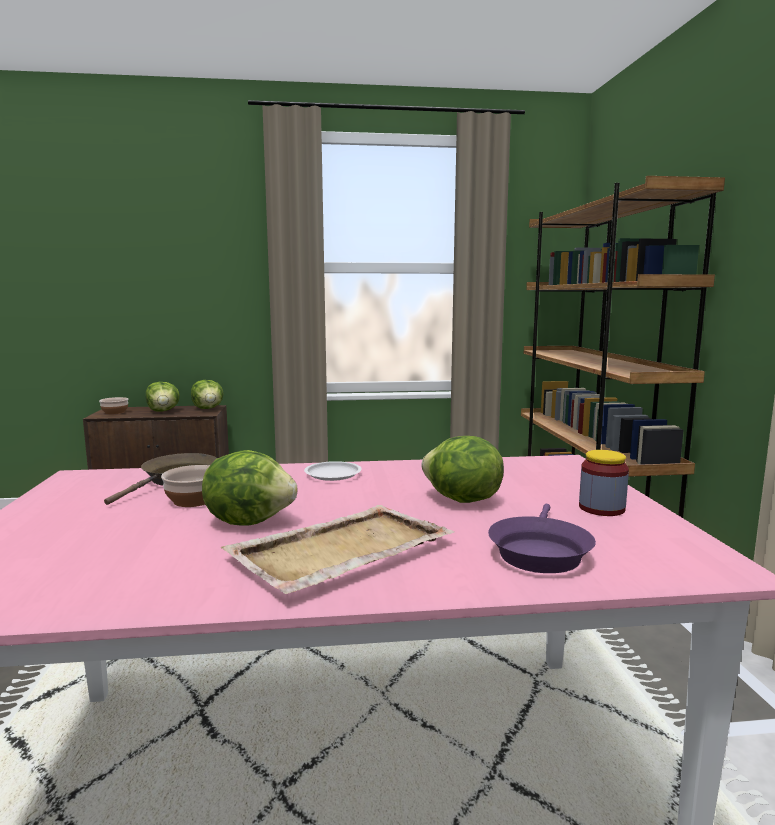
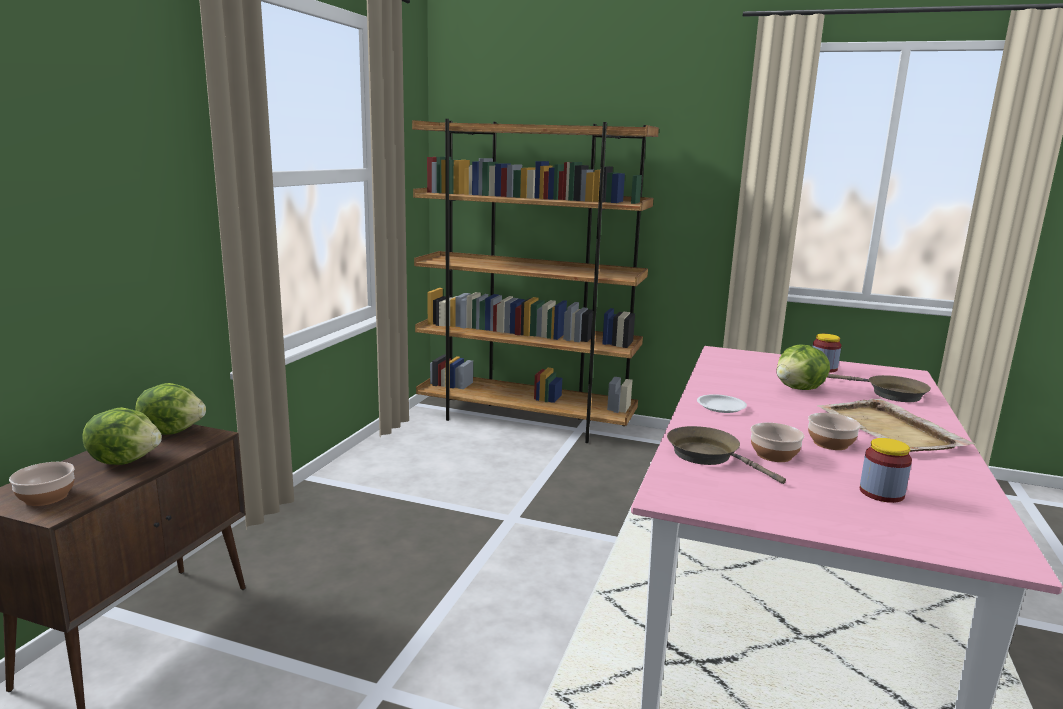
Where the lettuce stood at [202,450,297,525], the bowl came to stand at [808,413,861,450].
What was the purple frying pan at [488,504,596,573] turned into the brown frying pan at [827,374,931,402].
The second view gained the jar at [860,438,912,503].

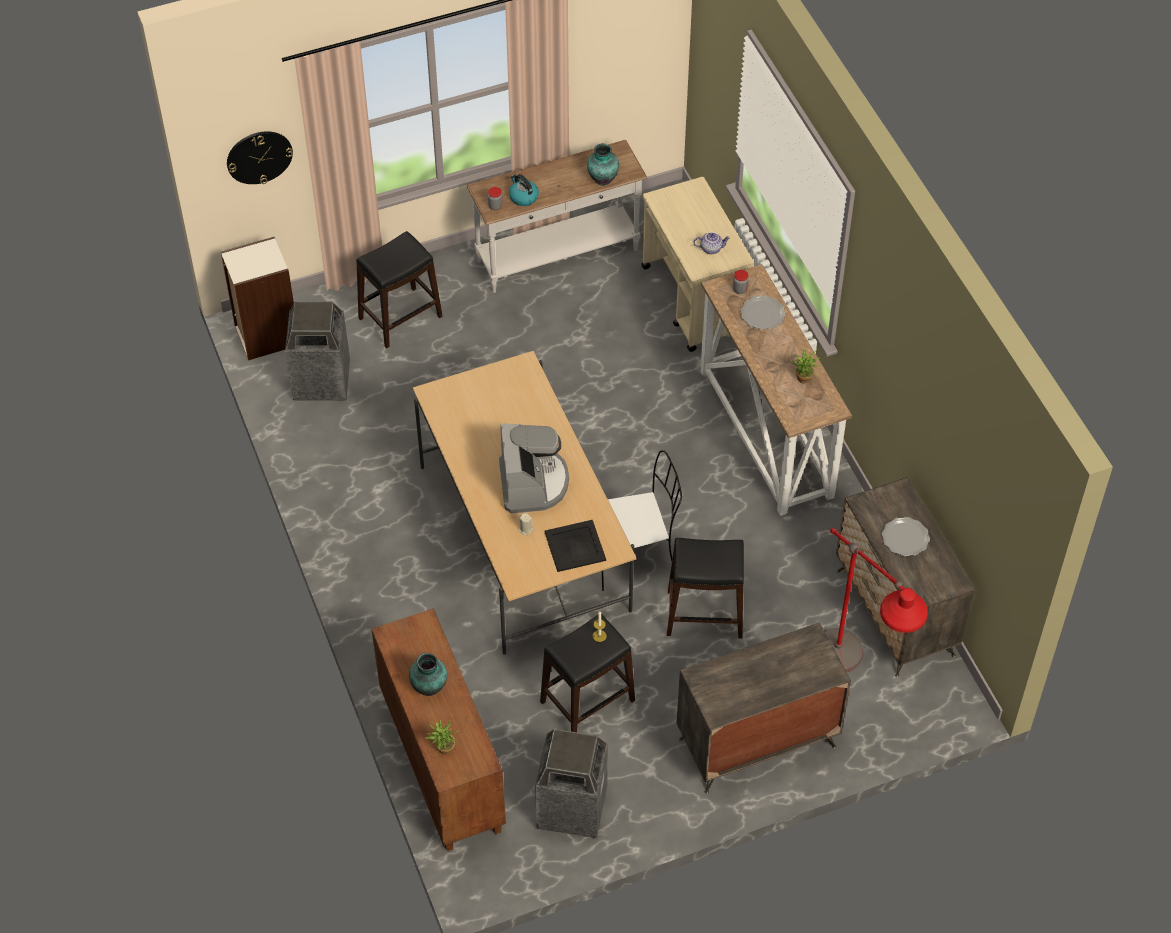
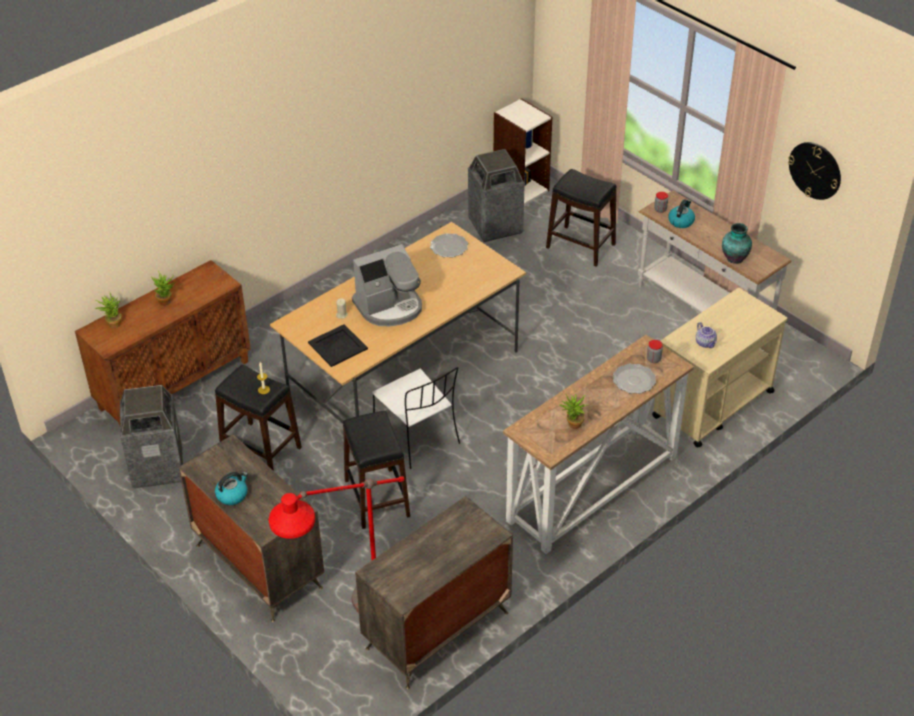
Where the vase stood at [409,653,447,696], the potted plant came to stand at [151,271,175,306].
The second view gained the kettle at [215,472,248,505].
The plate ended up elsewhere, having gone from [882,517,930,556] to [430,233,468,257].
The wall clock ended up elsewhere, having gone from [227,132,293,184] to [788,142,841,200].

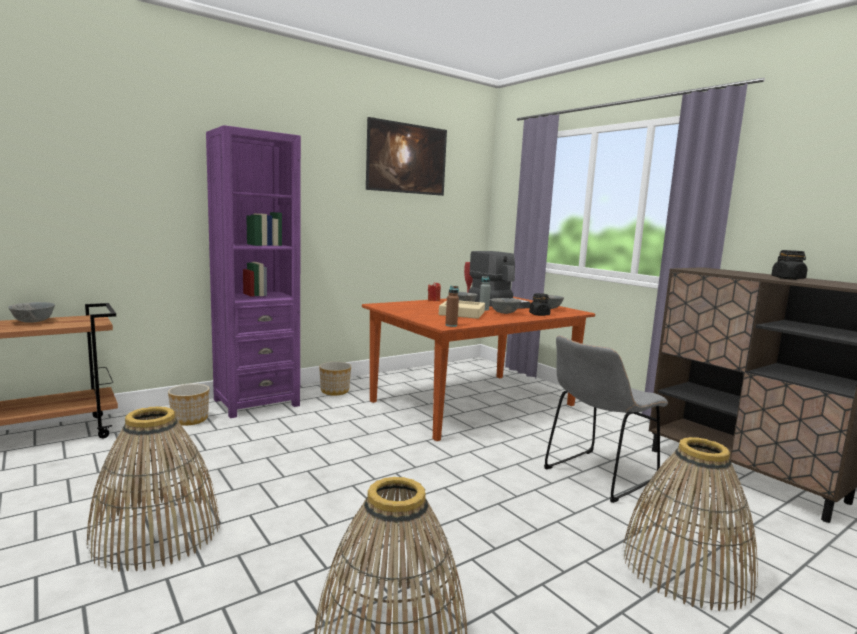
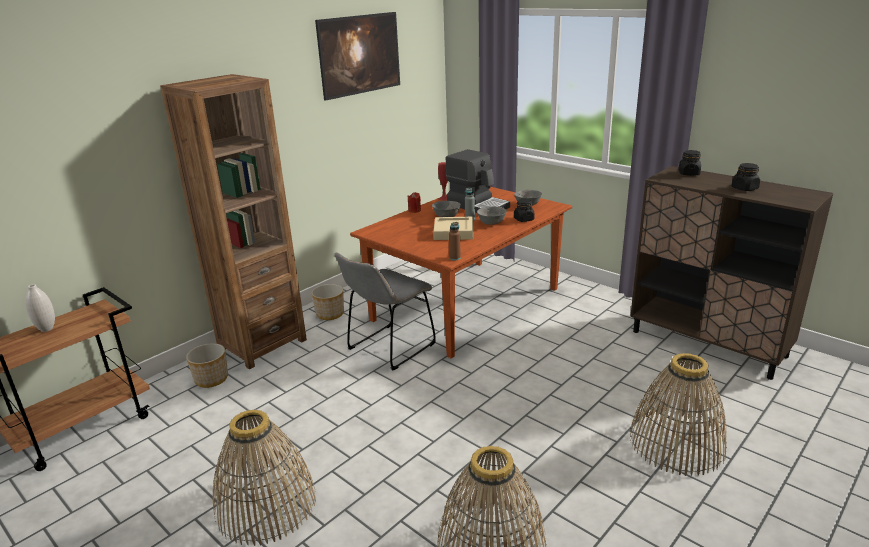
Where the grey bowl stood at [8,302,55,323], the white vase came to stand at [25,284,55,332].
What was the purple bookcase at [206,125,301,418] turned into the brown bookcase at [160,74,307,369].
The grey chair ended up elsewhere, having gone from [544,336,668,503] to [335,252,436,370].
The second view gained the black jar at [679,150,701,176].

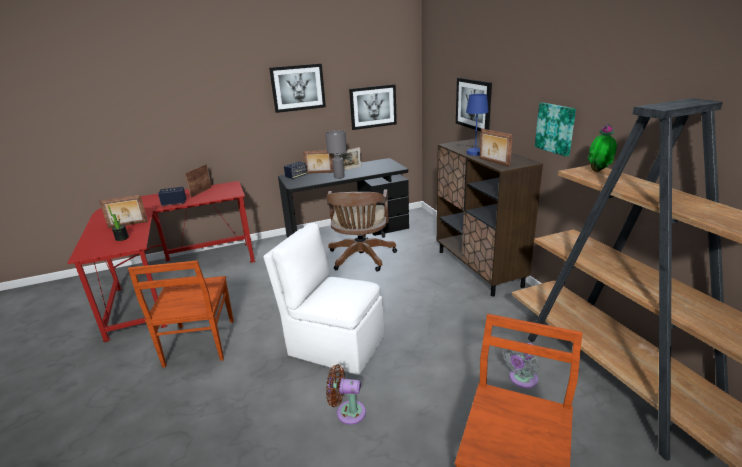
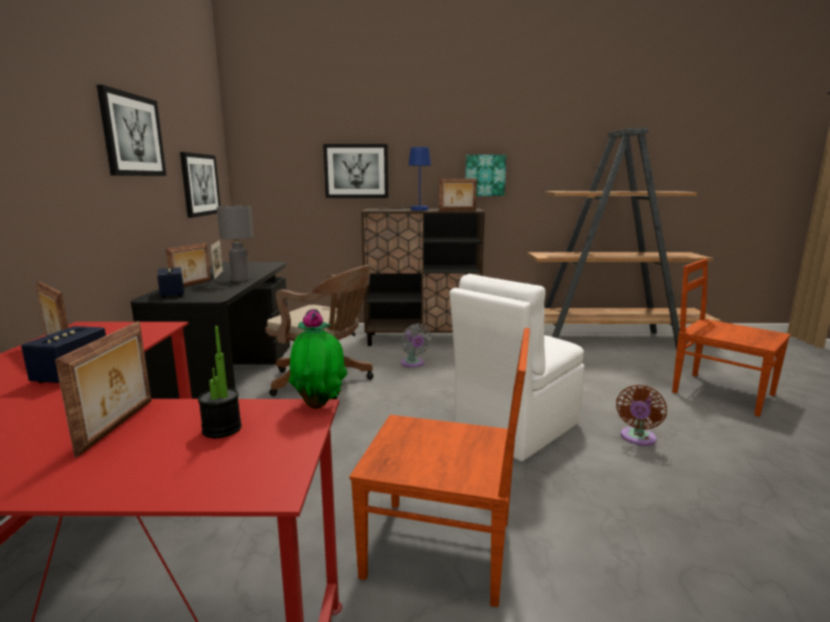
The potted plant ended up elsewhere, having gone from [588,124,617,172] to [289,309,348,409].
The grey fan ended up elsewhere, having gone from [502,341,539,388] to [401,324,432,367].

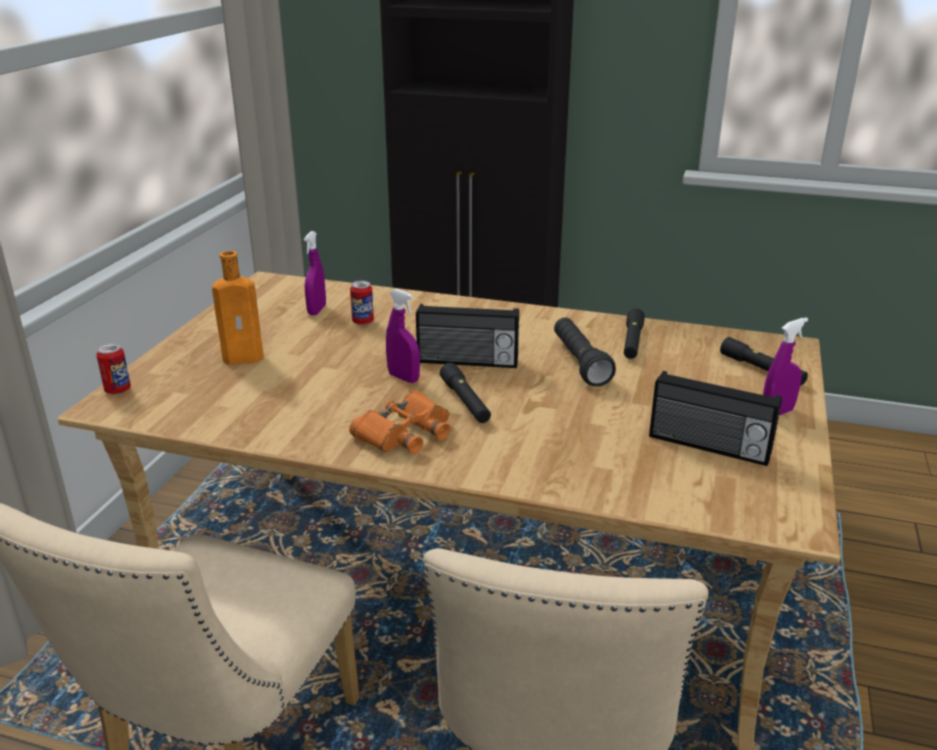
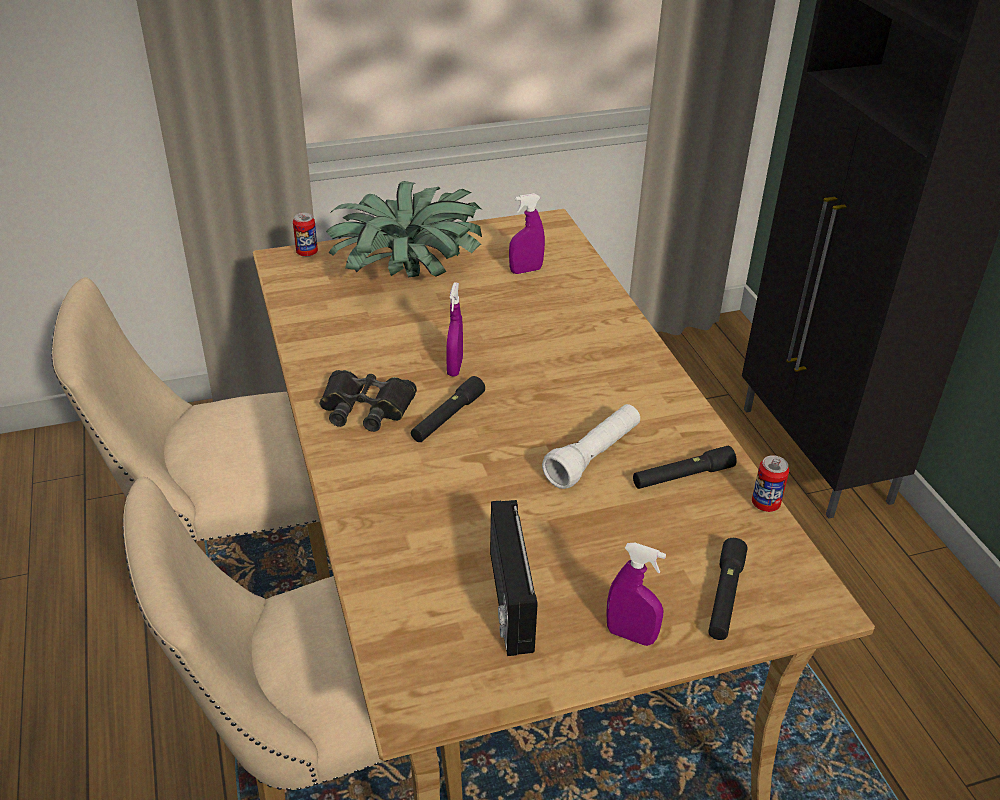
What was the orange binoculars at [349,391,451,454] turned into the black binoculars at [319,370,417,432].
Where the orange bottle stood at [212,251,263,365], the potted plant came to stand at [326,181,482,278].
What was the black flashlight at [554,318,616,386] turned into the white flashlight at [542,404,640,489].
The can ended up elsewhere, having gone from [350,281,374,325] to [752,455,789,512].
The second view lost the radio at [416,304,519,368].

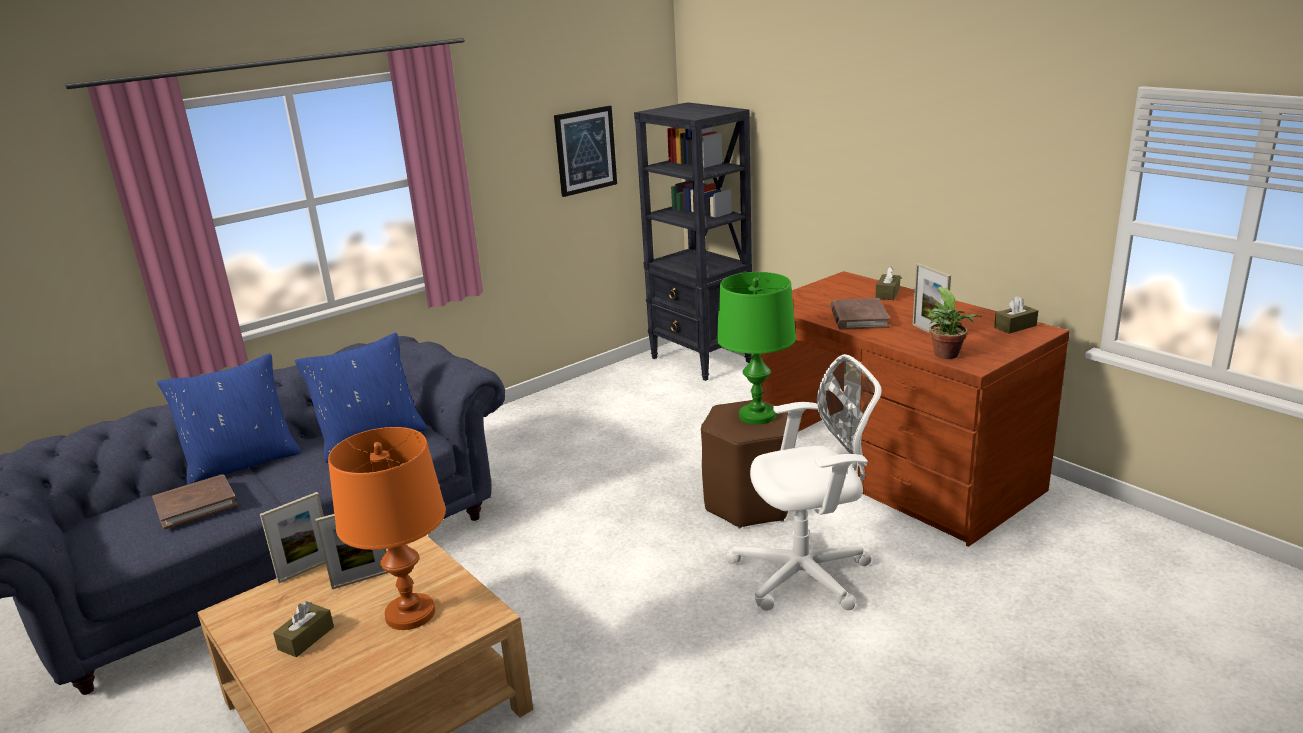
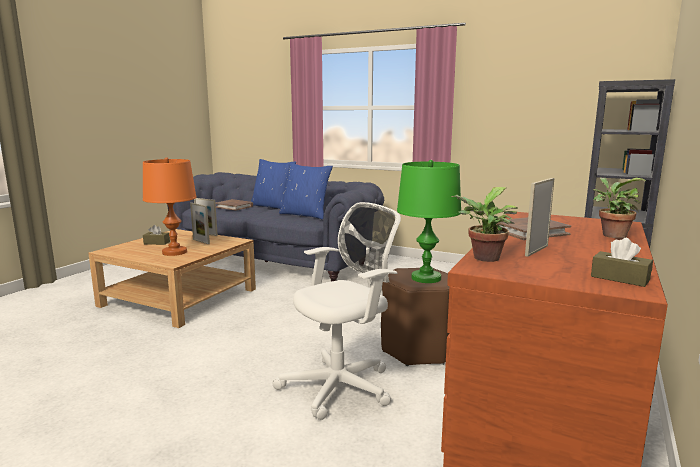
The white office chair at [725,354,882,611] ended up facing another way, 90 degrees counterclockwise from before.
Where the brown tissue box stood at [875,266,900,300], the potted plant came to stand at [593,178,646,238].
The second view lost the picture at [554,105,617,197].

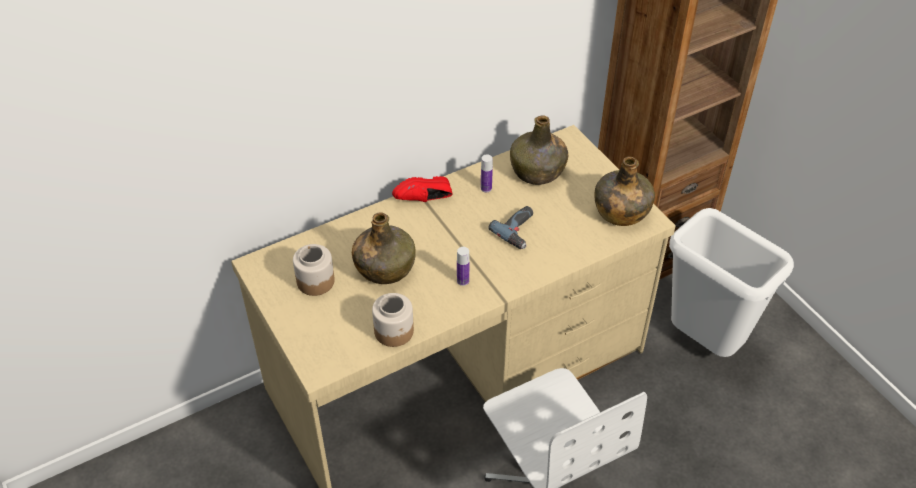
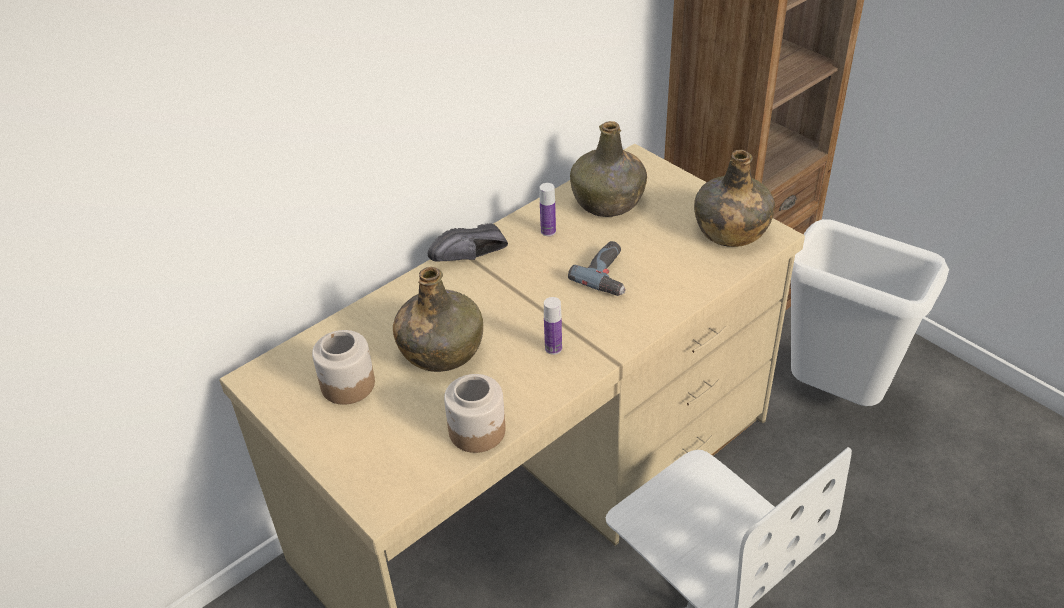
What was the red shoe at [392,176,453,202] turned into the black shoe at [427,223,508,262].

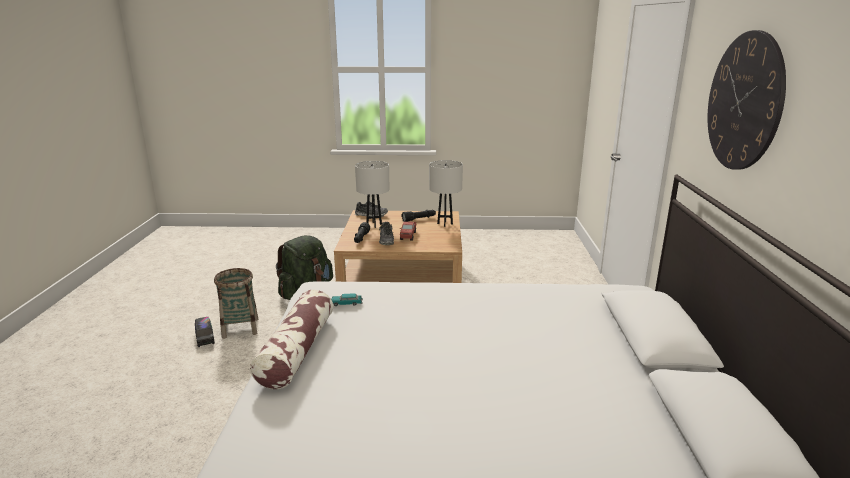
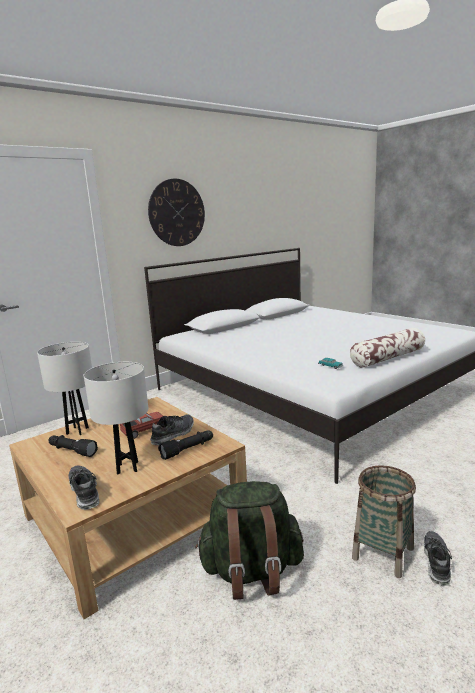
Where the toy truck stood at [195,317,215,347], the shoe came to stand at [424,531,452,586].

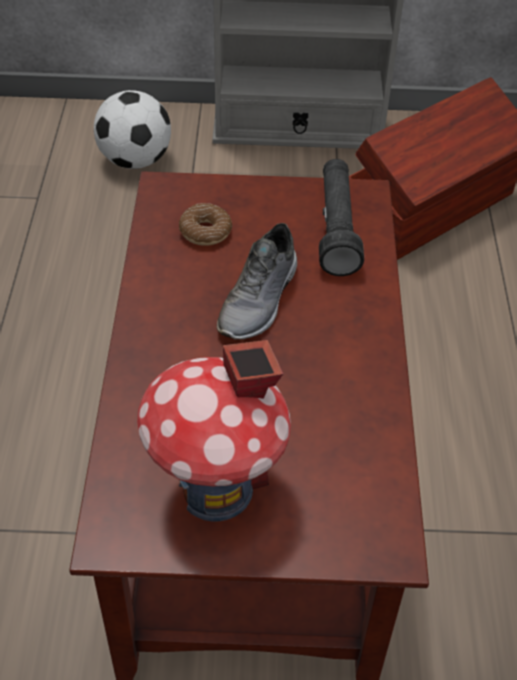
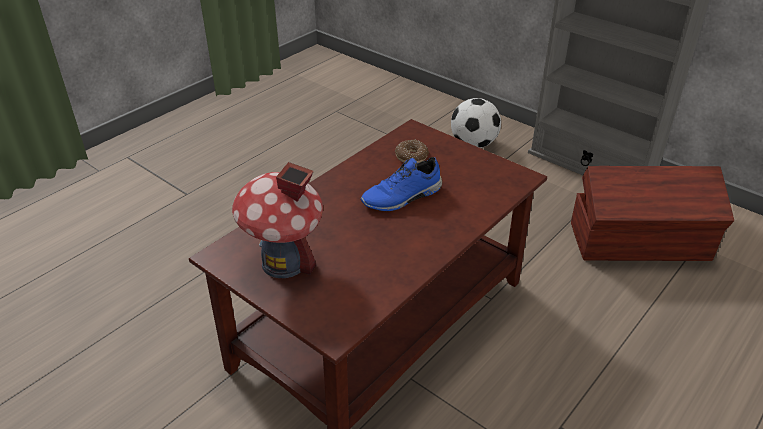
What was the grey shoe at [217,223,297,339] turned into the blue shoe at [360,157,442,211].
The second view lost the black flashlight at [319,159,364,276].

